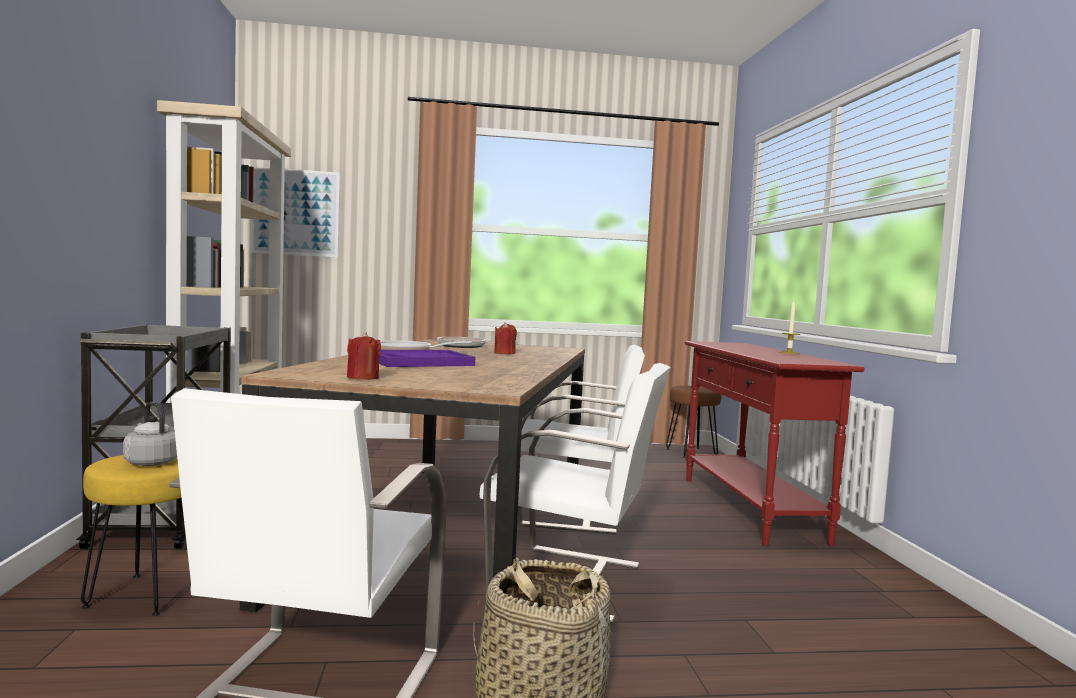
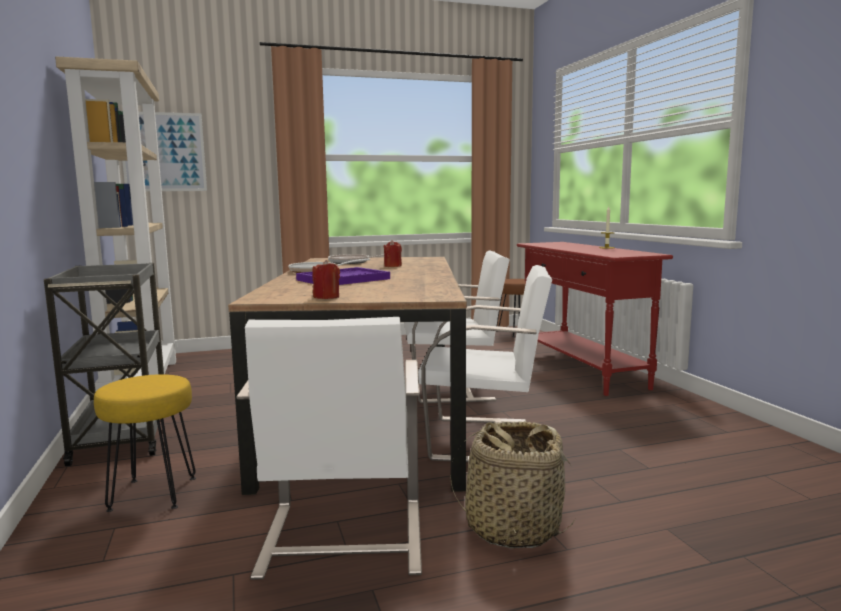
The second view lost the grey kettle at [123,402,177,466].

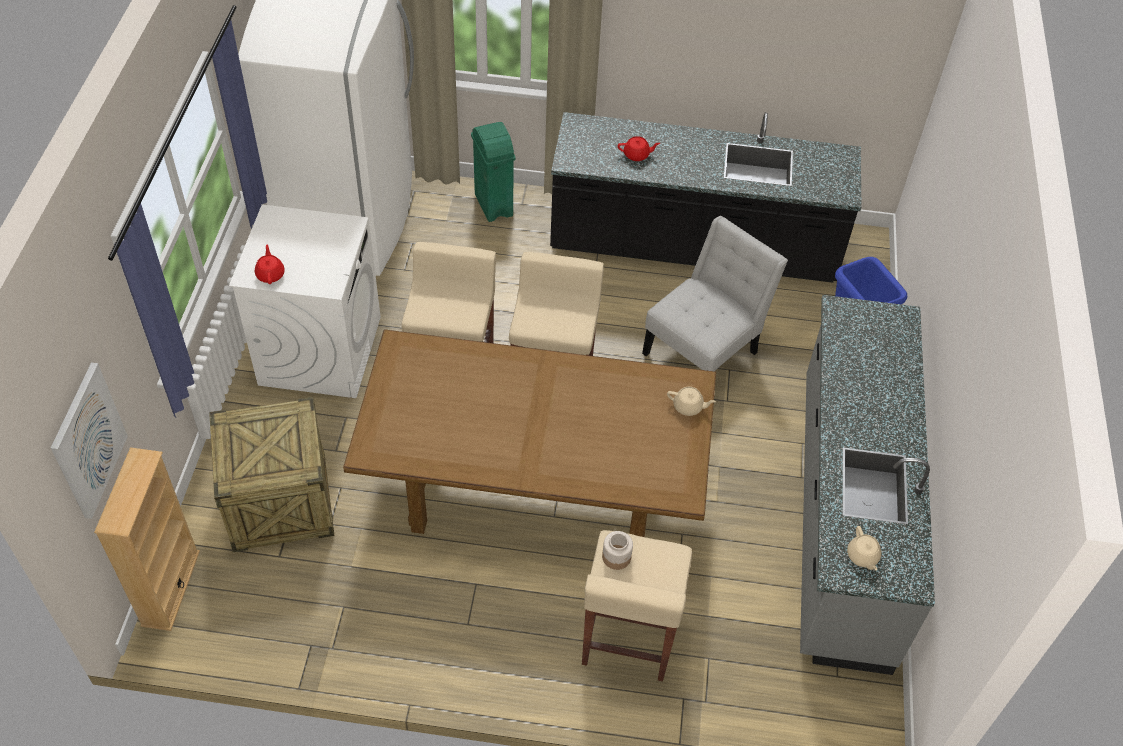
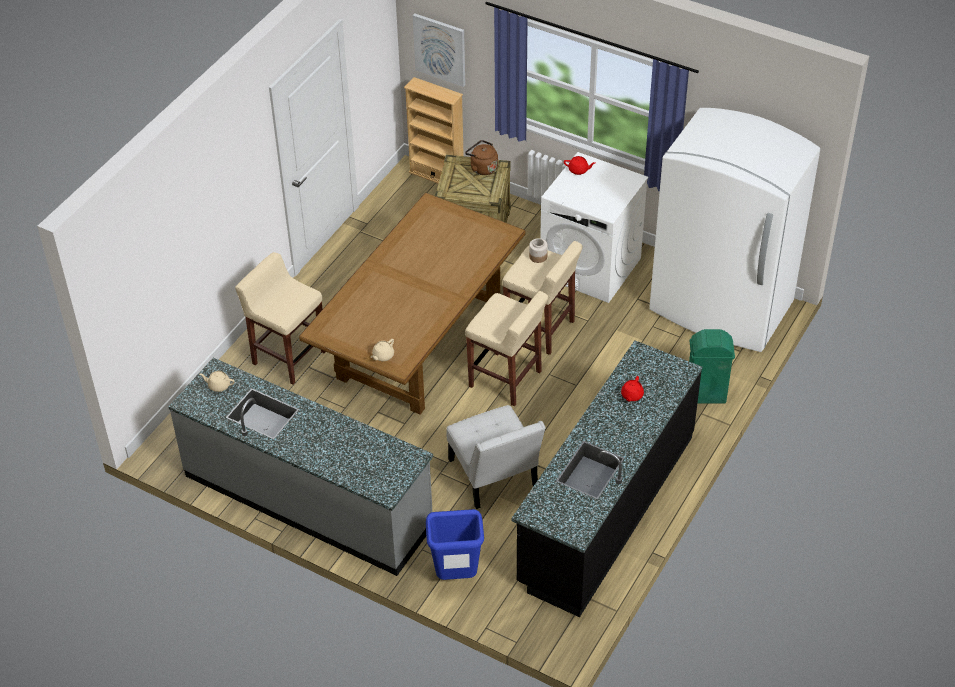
The second view gained the brown kettle at [465,140,498,175].
The jar ended up elsewhere, having gone from [602,531,633,570] to [529,238,548,263].

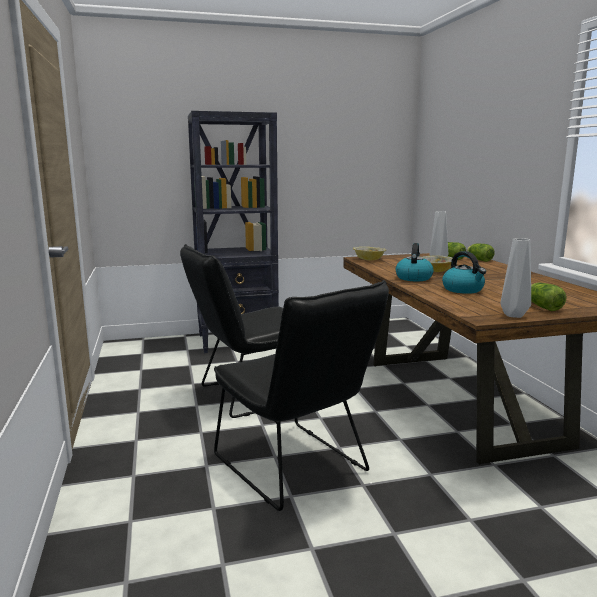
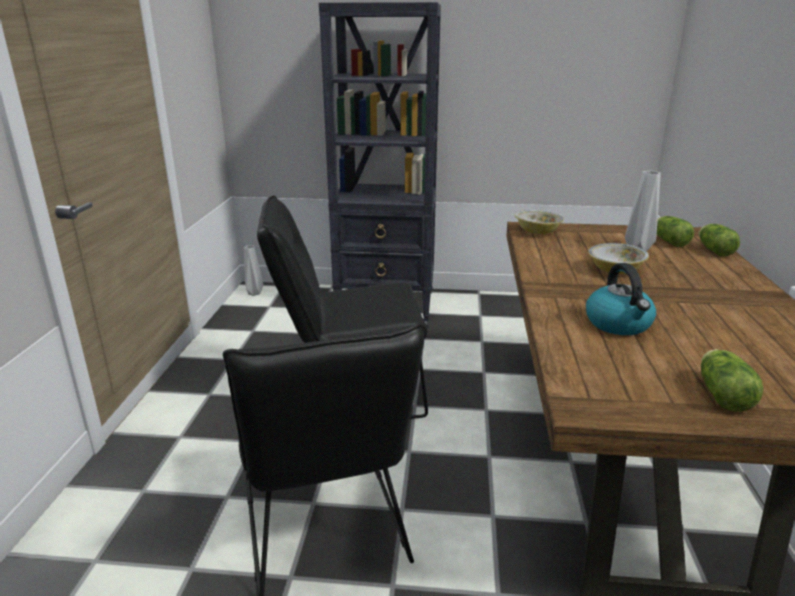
The grey vase ended up elsewhere, having gone from [501,238,531,318] to [244,245,263,296].
The second view lost the kettle at [396,243,434,281].

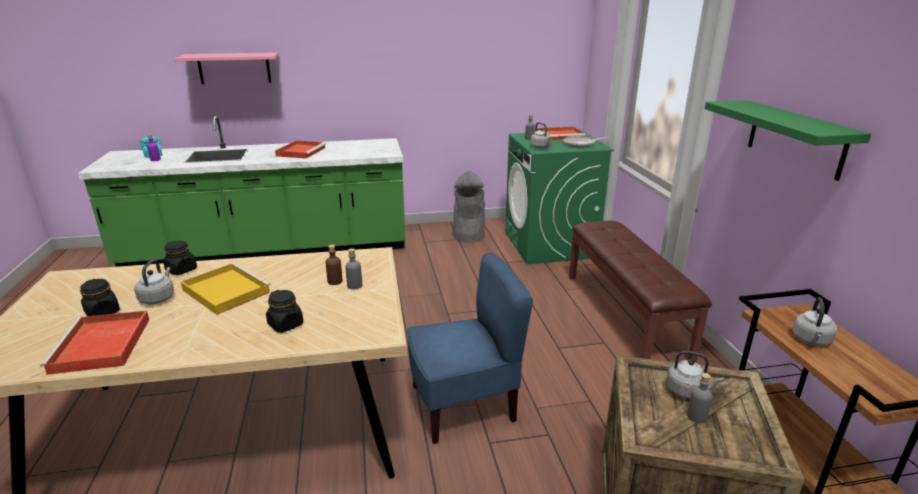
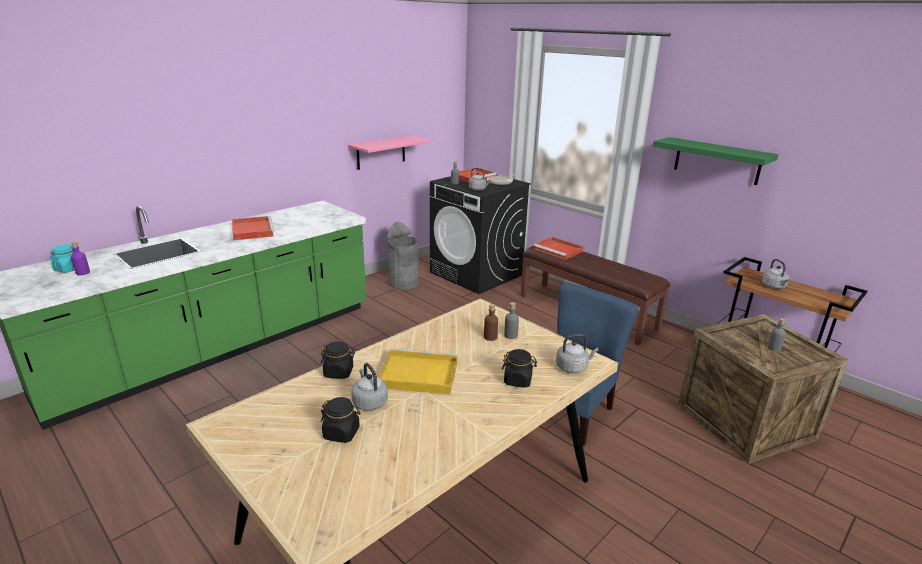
The pink shelf ended up elsewhere, having gone from [175,52,279,84] to [348,135,431,170].
What was the green washing machine at [505,130,614,264] turned into the black washing machine at [430,175,531,294].
The red tray ended up elsewhere, having gone from [40,311,149,375] to [534,237,584,260].
The grey kettle ended up elsewhere, having gone from [666,350,724,399] to [556,334,599,373].

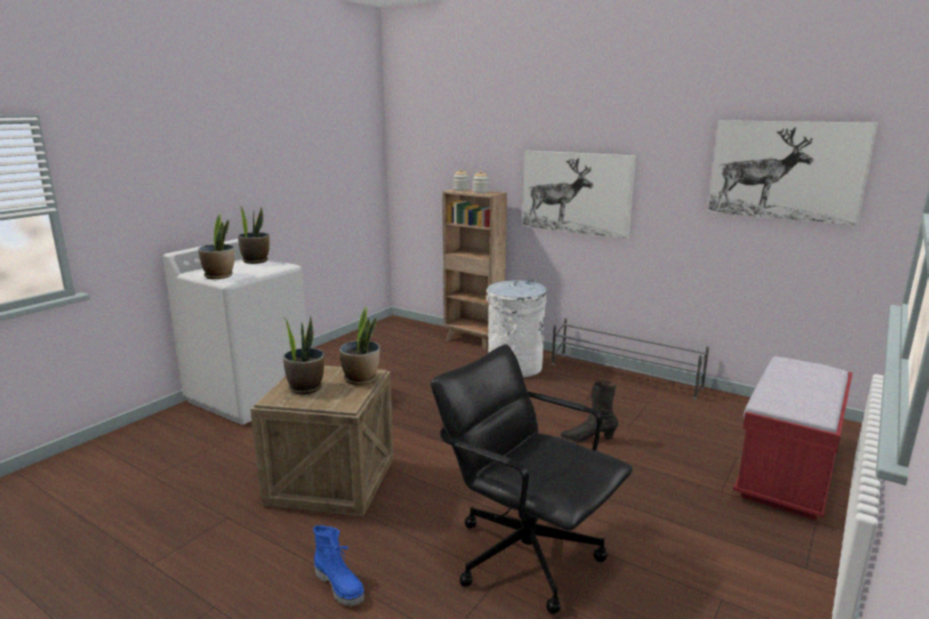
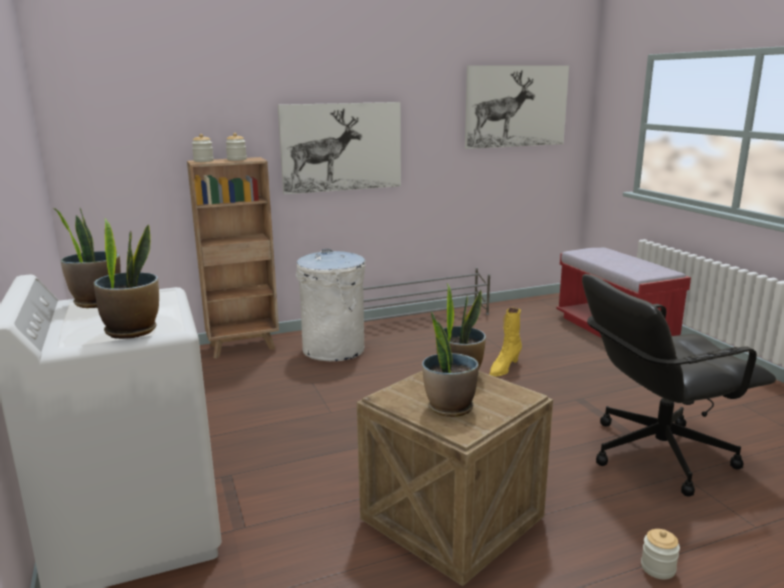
What was the black boot at [561,381,618,442] turned into the yellow boot at [489,308,522,377].
Where the blue boot stood at [313,525,365,606], the jar came to stand at [641,529,680,579].

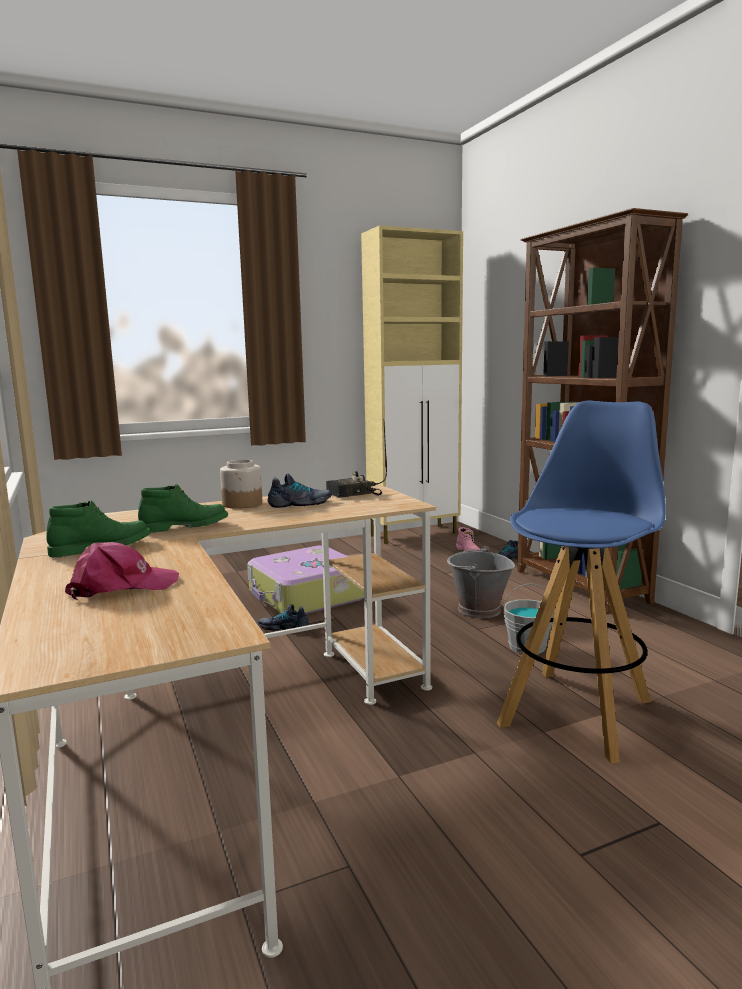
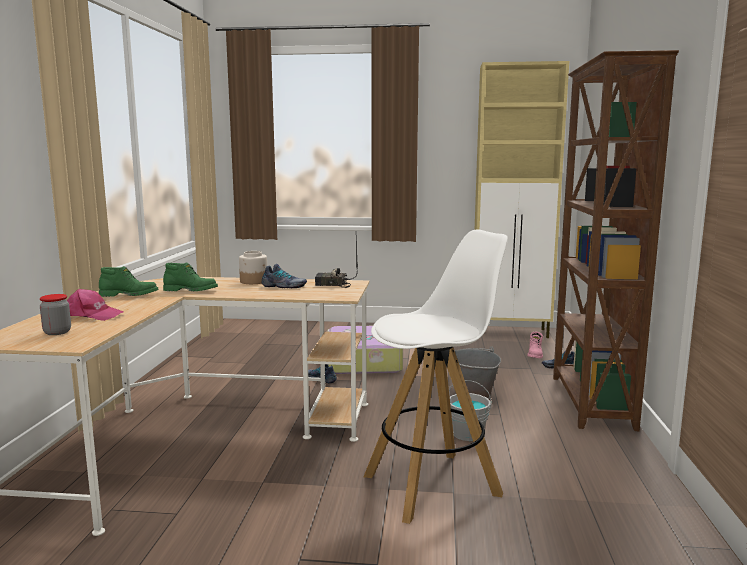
The second view gained the jar at [40,294,71,335].
What was the blue stool at [497,401,666,764] turned into the white stool at [363,229,508,524].

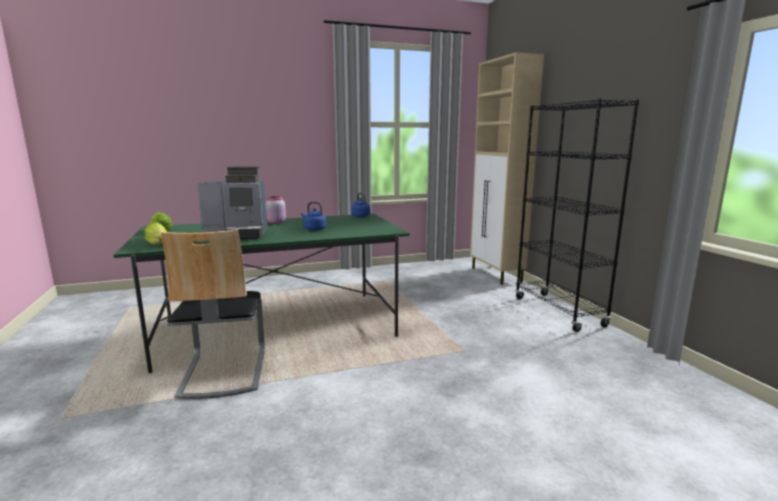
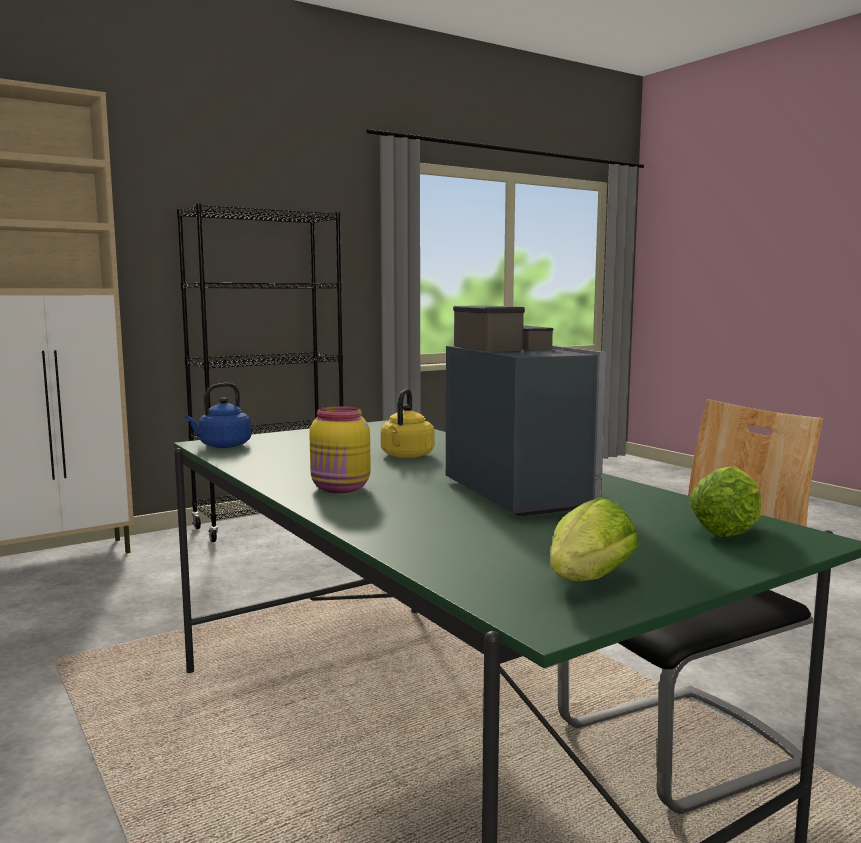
What was the pink jar at [266,196,286,224] turned into the yellow jar at [309,406,371,493].
What was the blue kettle at [301,202,326,231] turned into the yellow kettle at [381,389,434,458].

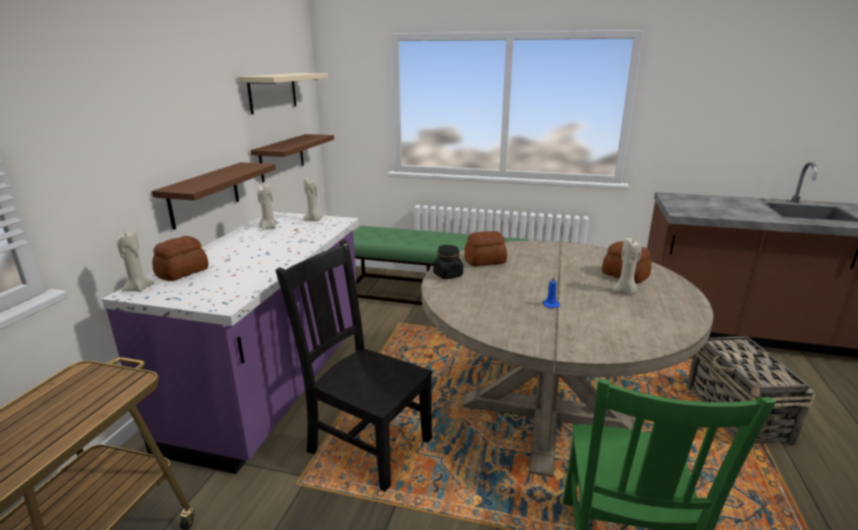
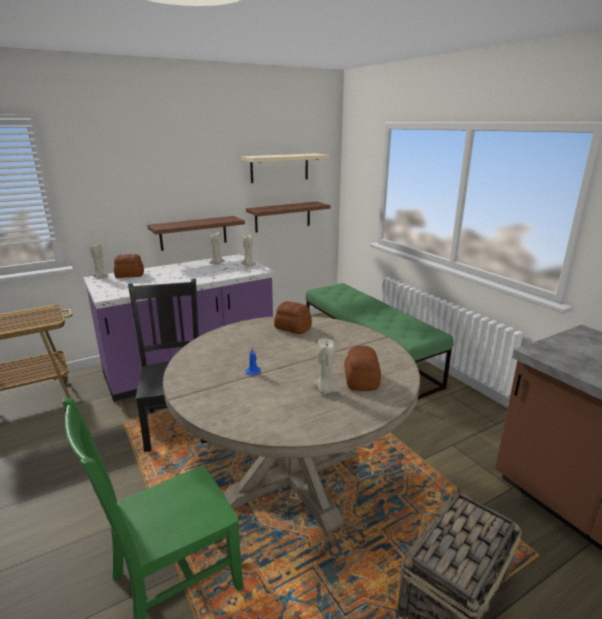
The second view lost the black jar at [433,245,463,279].

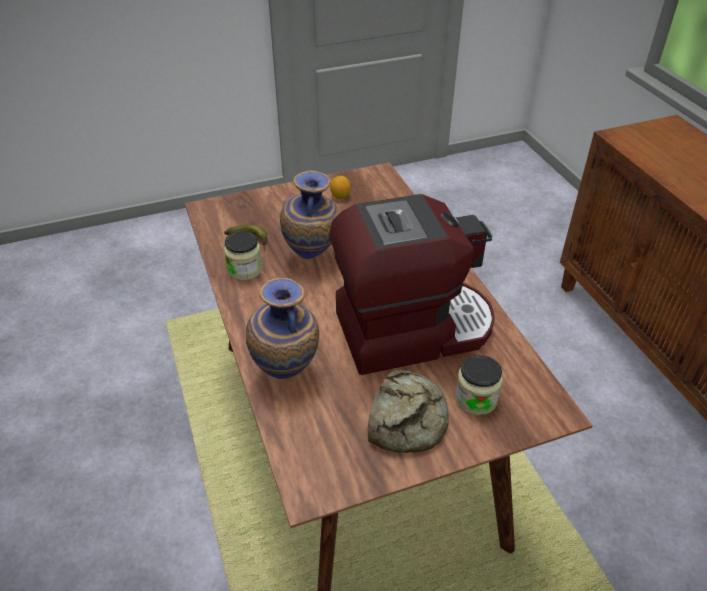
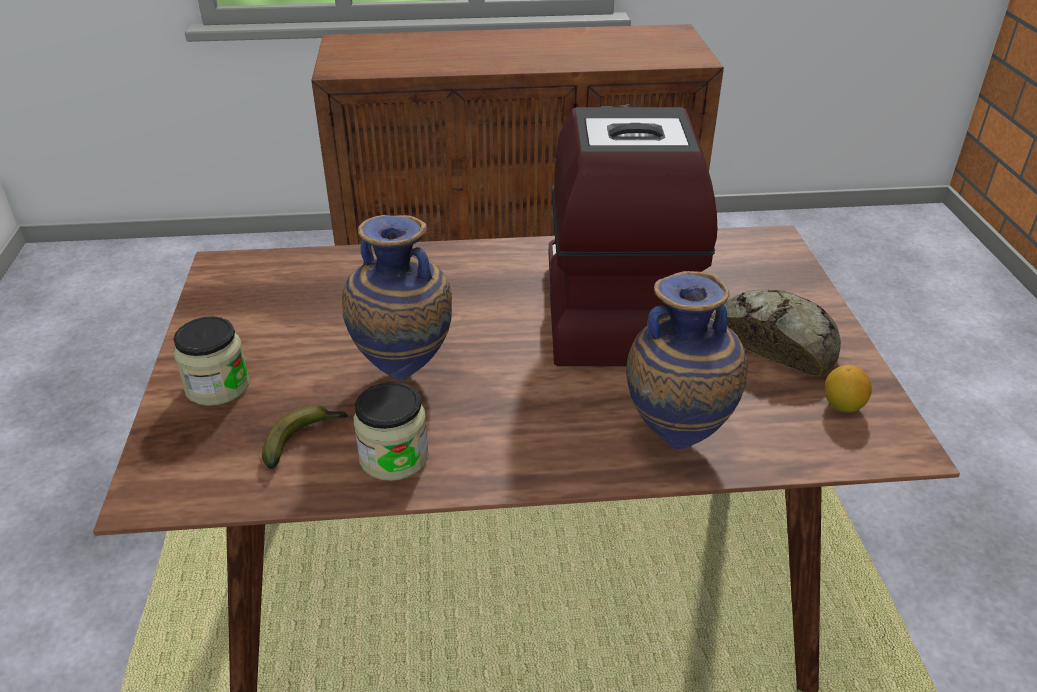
The jar ended up elsewhere, having gone from [455,355,503,415] to [173,316,250,406].
The lemon ended up elsewhere, having gone from [330,176,351,199] to [825,365,872,413].

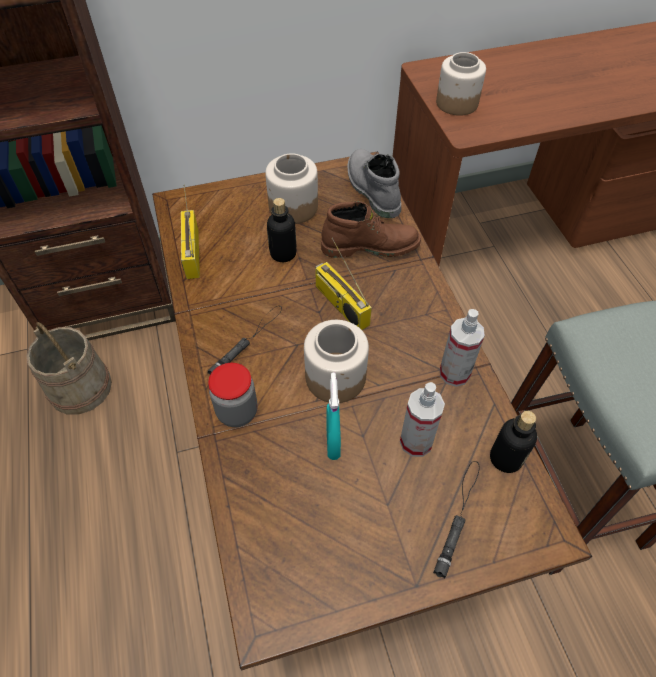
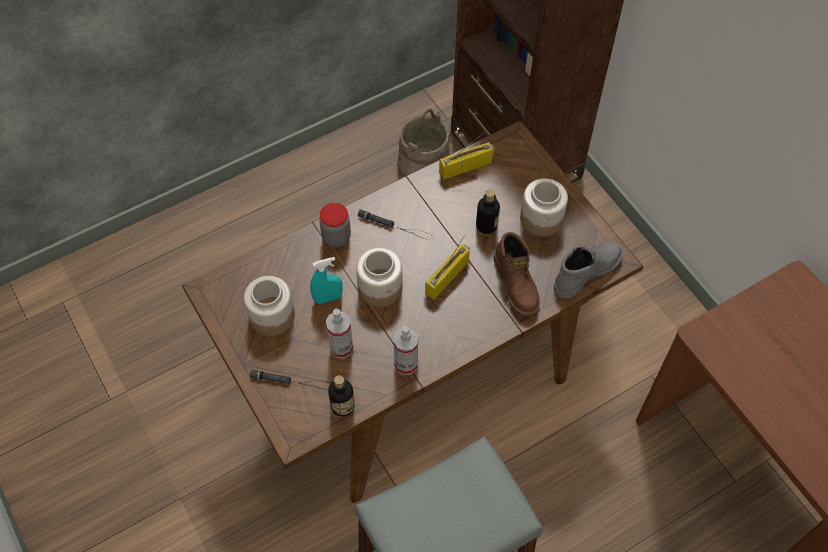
The jar ended up elsewhere, having gone from [436,52,486,116] to [244,276,295,336].

